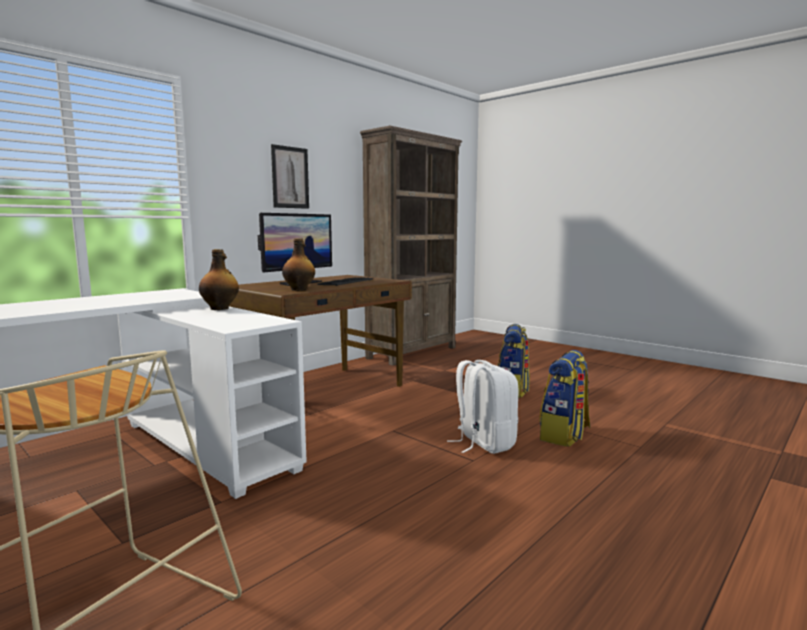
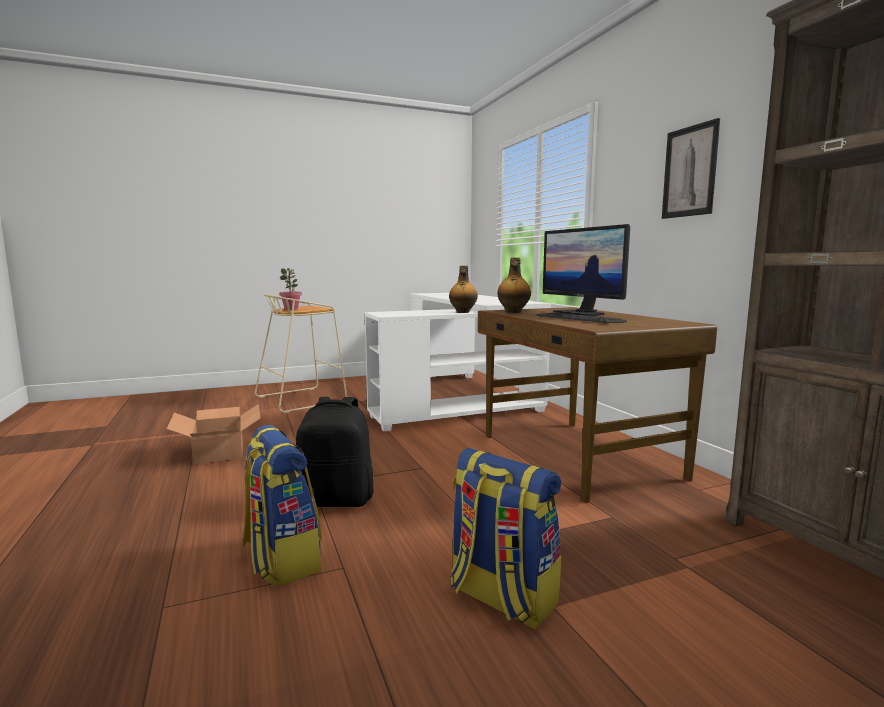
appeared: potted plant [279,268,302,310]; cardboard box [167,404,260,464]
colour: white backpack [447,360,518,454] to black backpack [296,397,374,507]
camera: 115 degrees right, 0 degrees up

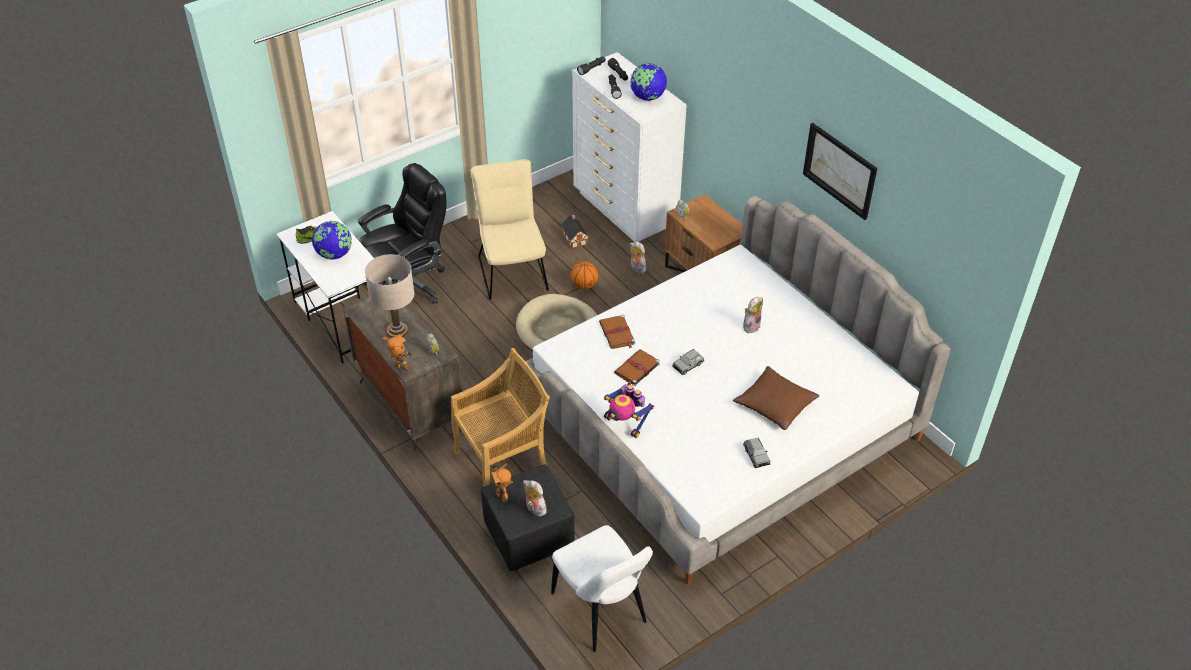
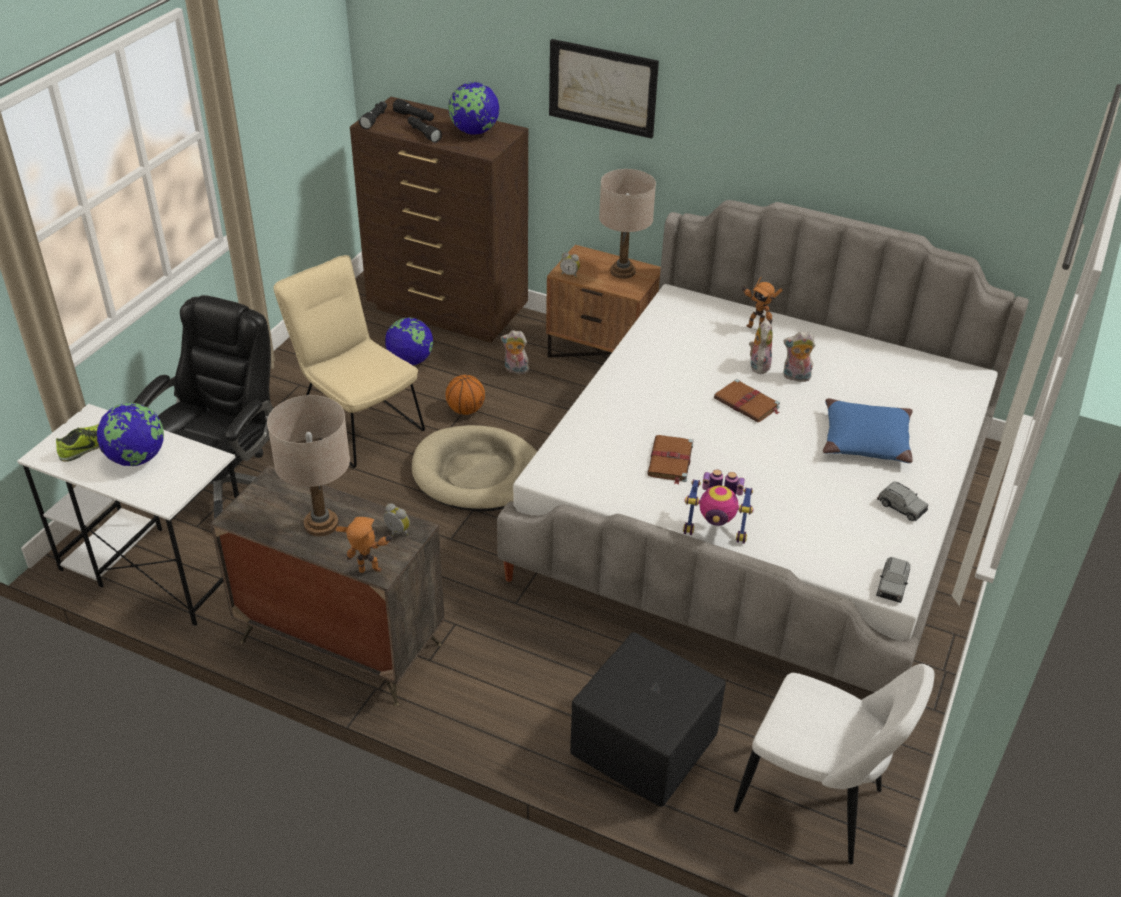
missing: beige chair [451,348,550,487]
appeared: beige table lamp [599,169,656,279]
relocated: picture [803,123,877,220] to [549,39,659,139]; brown book [599,315,635,349] to [714,379,780,422]; grey toy car [672,349,704,375] to [876,557,911,603]; toy robot [491,464,513,502] to [741,276,783,328]; plush toy [523,480,547,517] to [783,332,815,382]
exchanged: toy house [561,215,589,249] to globe [385,317,433,365]
colour: white dresser [572,52,687,242] to brown dresser [350,97,528,343]; brown pillow [733,366,820,430] to blue pillow [823,398,913,463]
camera: 30 degrees left, 5 degrees down

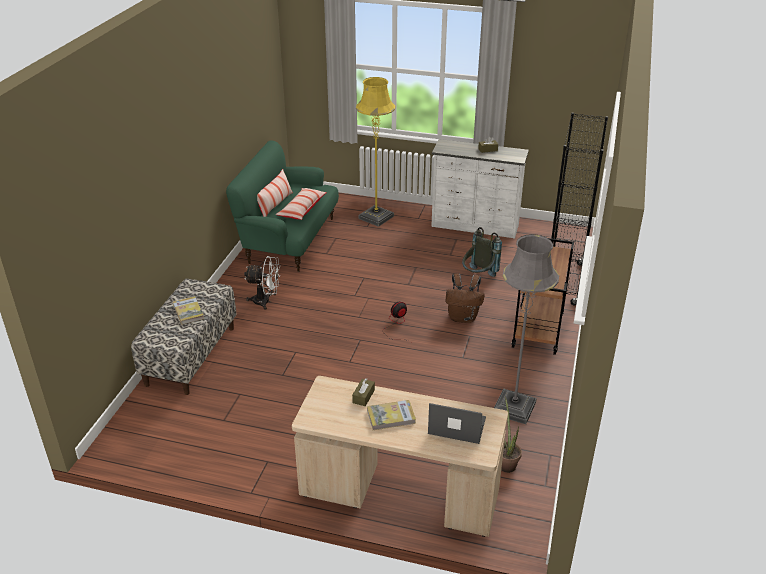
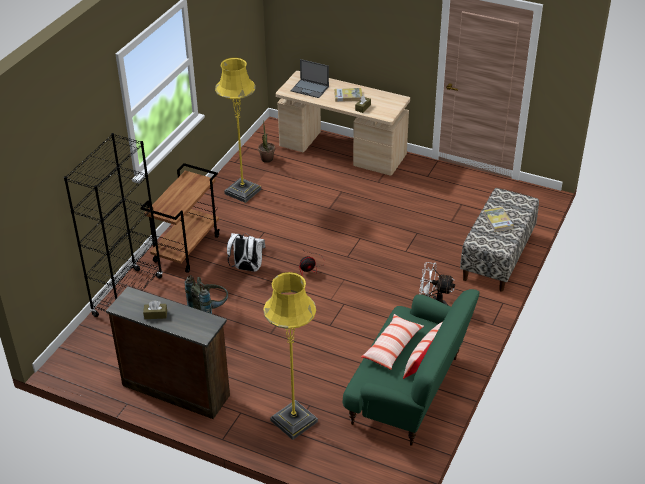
colour: white dresser [431,139,529,239] to brown dresser [106,287,230,419]; grey floor lamp [494,234,559,424] to yellow floor lamp [215,58,262,203]; brown backpack [446,273,485,323] to white backpack [227,233,265,272]
camera: 170 degrees left, 5 degrees up

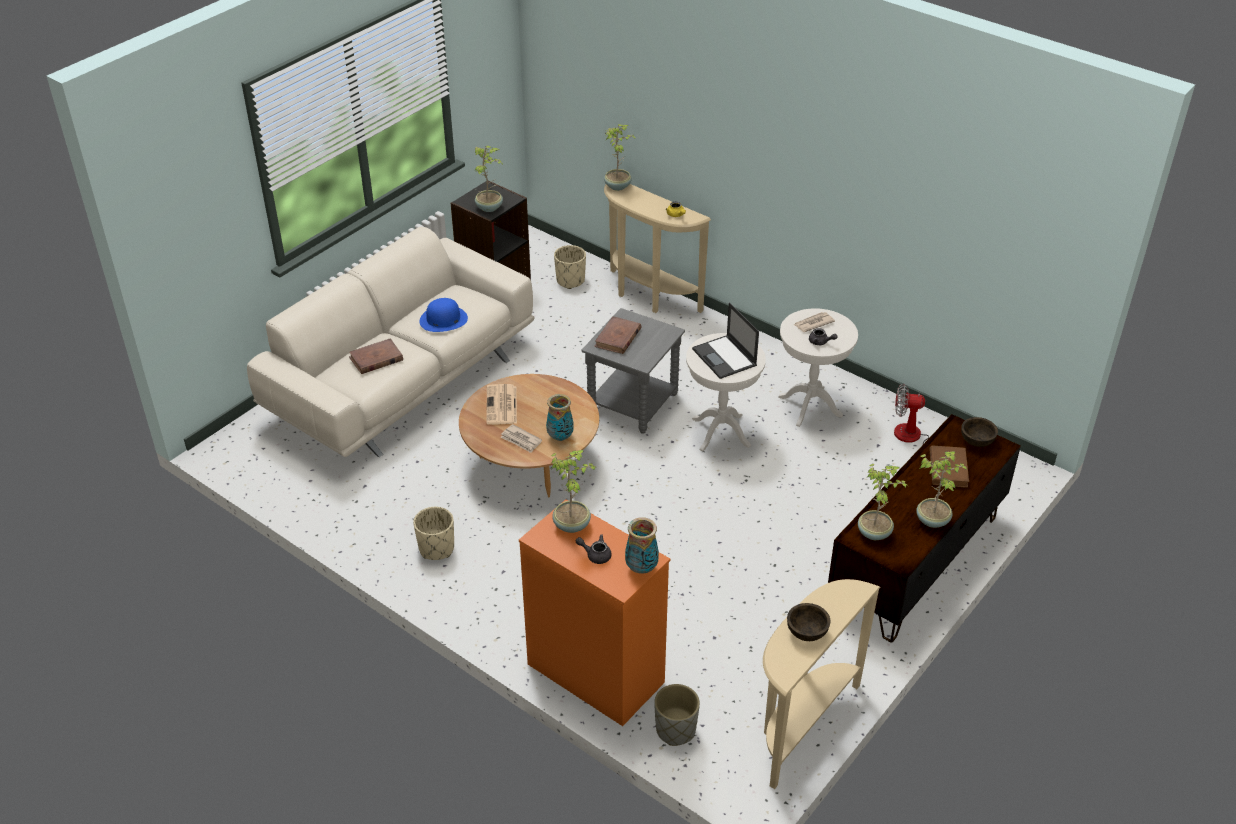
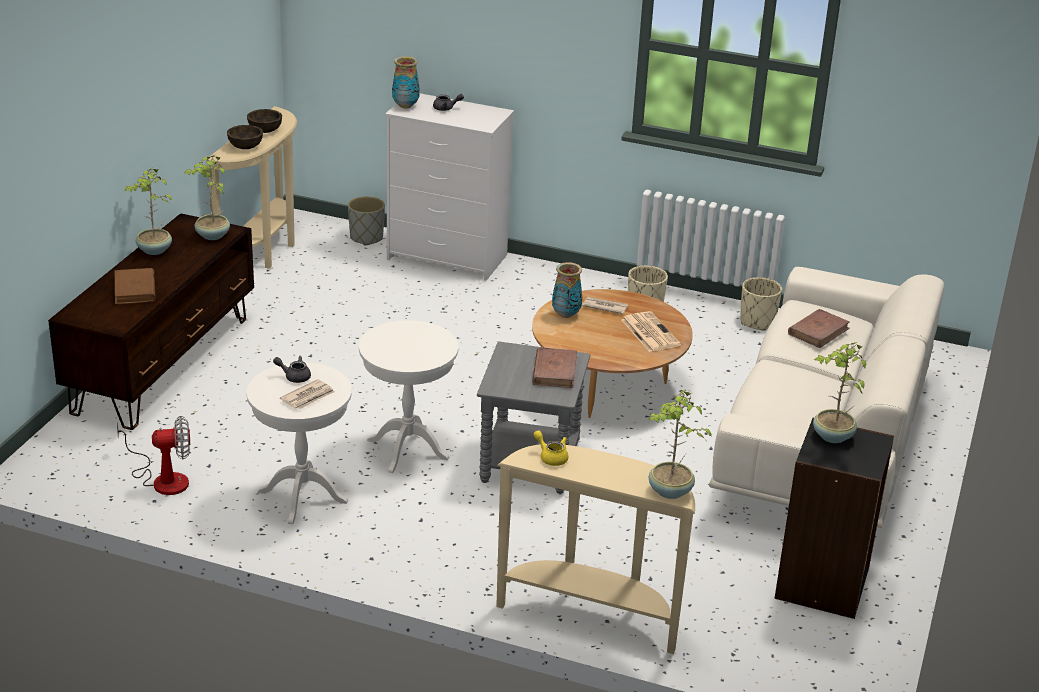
missing: blue hat [419,298,468,332]; laptop [692,302,759,379]; potted plant [551,450,597,533]
relocated: beige planter [554,245,586,289] to [740,277,782,331]; brown bowl [961,417,998,447] to [227,125,263,149]
colour: orange dresser [519,499,670,726] to white dresser [385,93,514,281]
camera: 160 degrees right, 10 degrees down

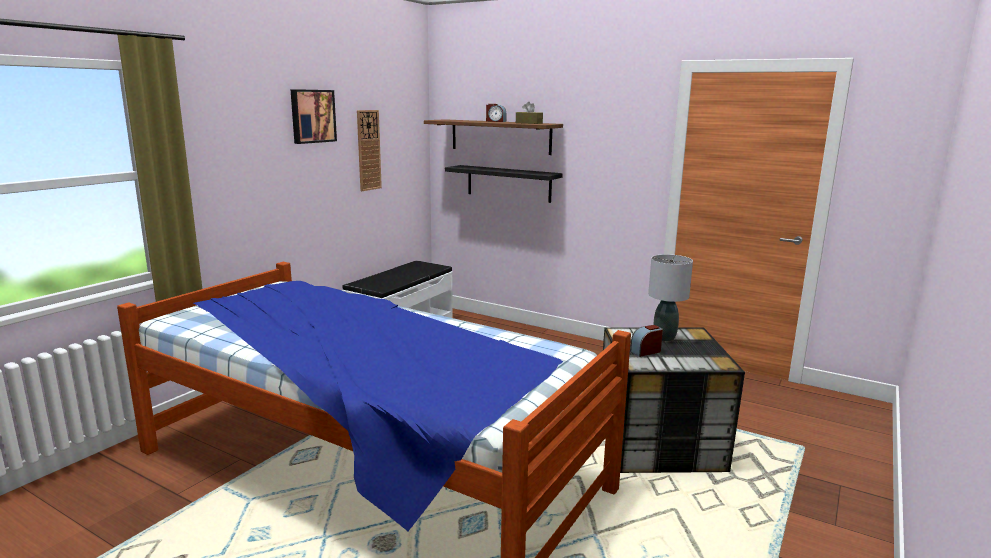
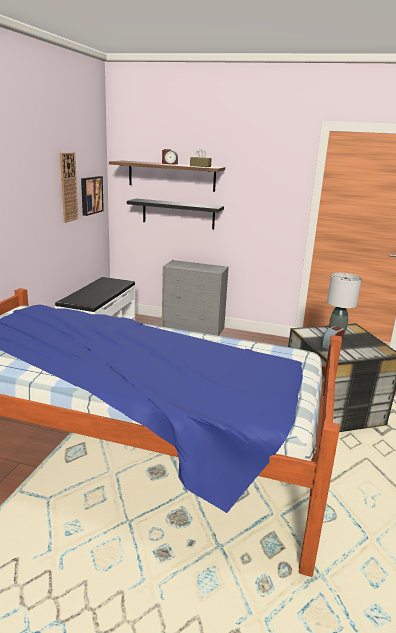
appeared: grey dresser [162,260,229,336]
relocated: picture [290,89,337,144] to [81,176,104,216]
camera: 15 degrees left, 5 degrees up

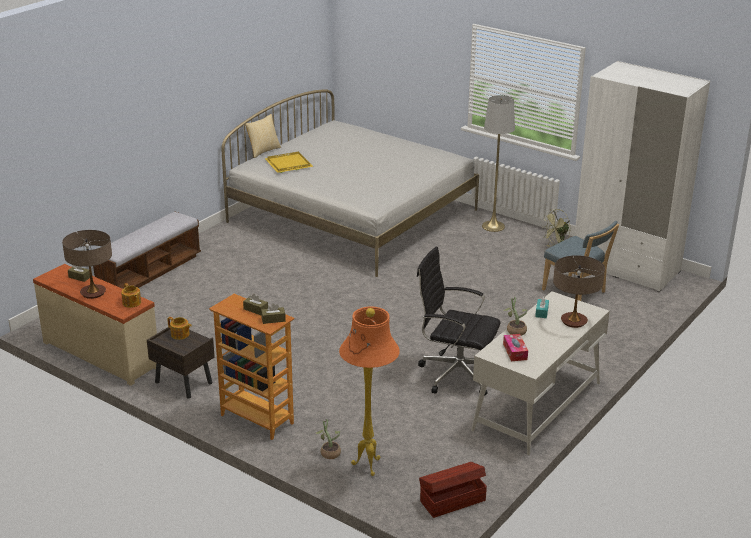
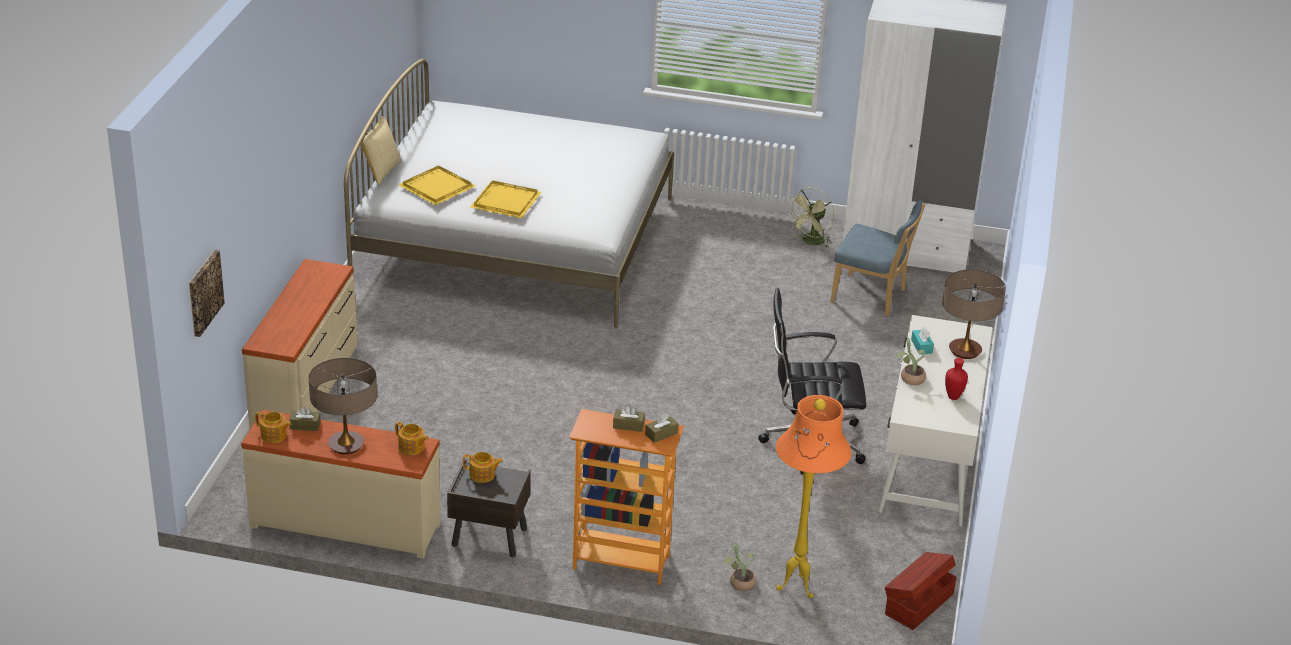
missing: grey floor lamp [482,95,515,232]; tissue box [503,334,528,361]
appeared: yellow tray [470,181,542,218]; picture [189,250,225,337]; red vase [945,358,968,400]; teapot [255,411,292,443]
exchanged: bench [93,212,201,289] to beige dresser [242,259,358,429]
camera: 25 degrees left, 5 degrees up

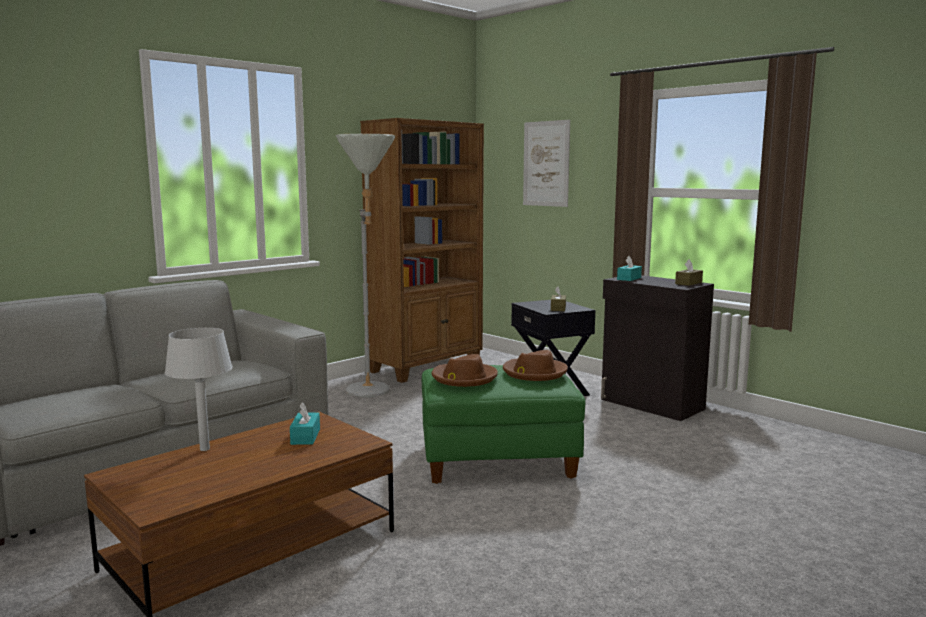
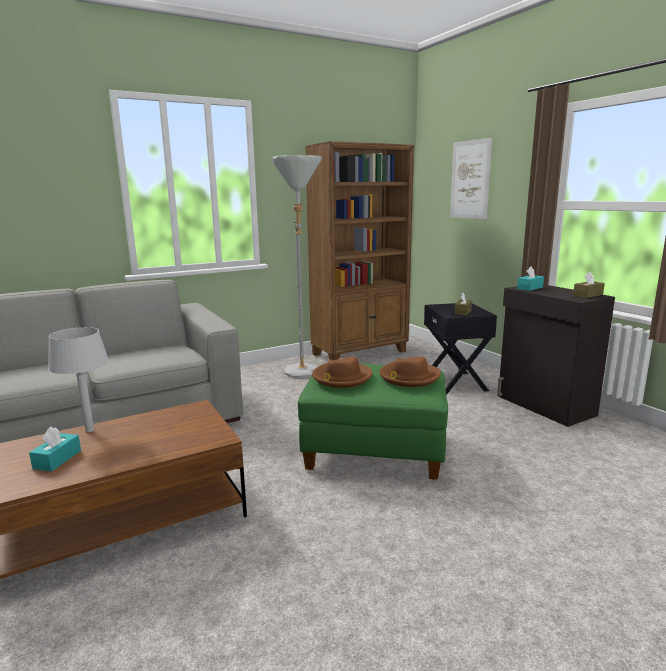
relocated: turquoise tissue box [290,402,320,445] to [29,427,81,472]
camera: 15 degrees right, 5 degrees up

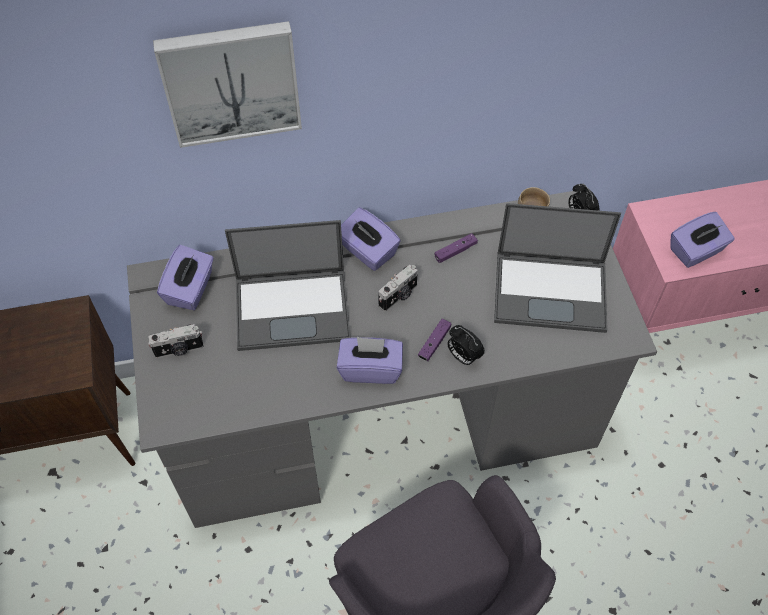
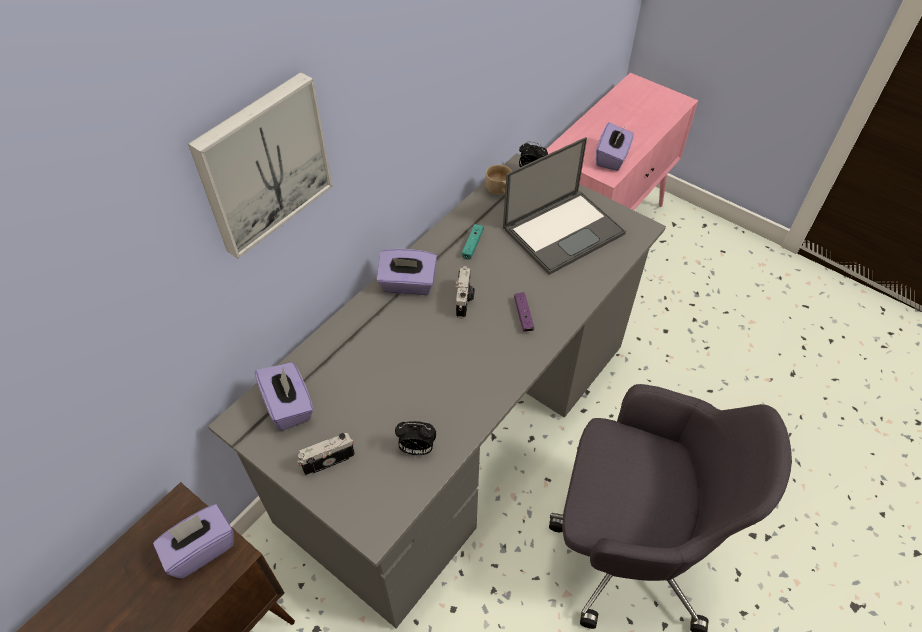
missing: laptop [225,220,351,351]
relocated: alarm clock [447,325,485,365] to [395,421,436,455]; purple tissue box [337,337,403,384] to [153,504,234,579]
colour: purple game controller [435,233,478,263] to turquoise game controller [462,224,484,260]
spun: photo camera [148,324,204,358] = [297,433,355,476] 150 degrees counterclockwise
camera: 40 degrees left, 5 degrees down

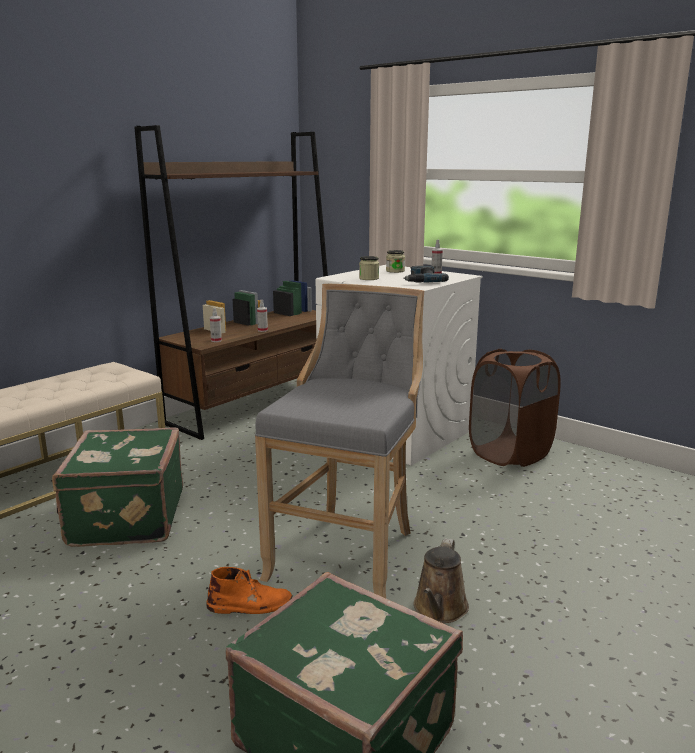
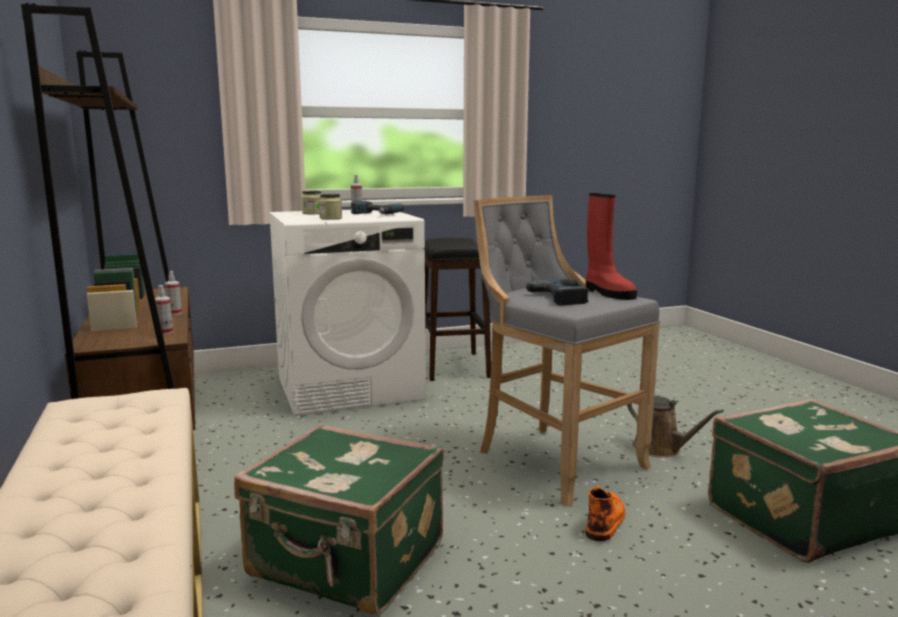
appeared: red boot [586,193,637,300]; power drill [526,279,589,305]
exchanged: brown laundry basket [469,349,561,467] to black stool [423,238,491,381]
camera: 60 degrees left, 5 degrees down

